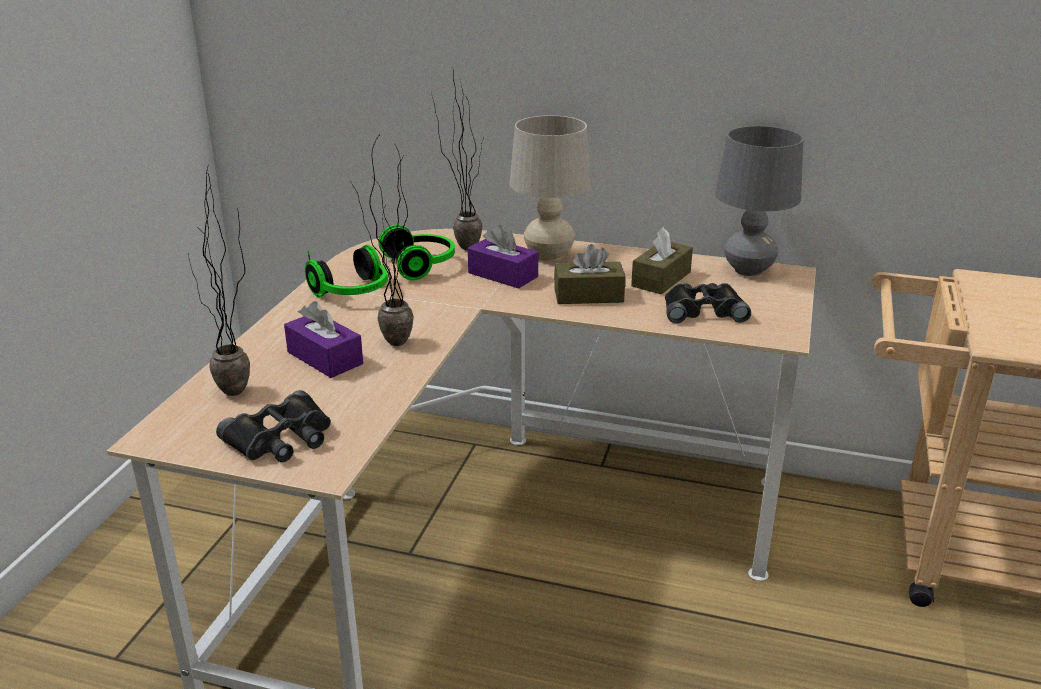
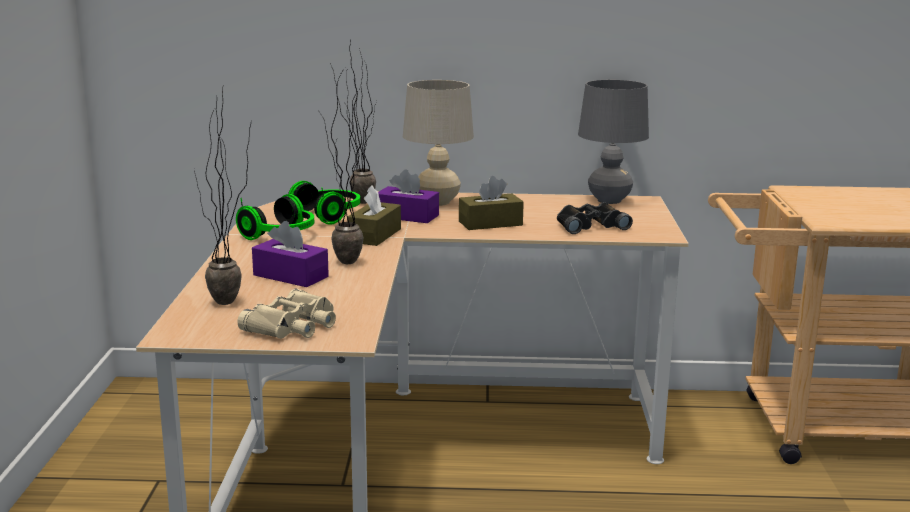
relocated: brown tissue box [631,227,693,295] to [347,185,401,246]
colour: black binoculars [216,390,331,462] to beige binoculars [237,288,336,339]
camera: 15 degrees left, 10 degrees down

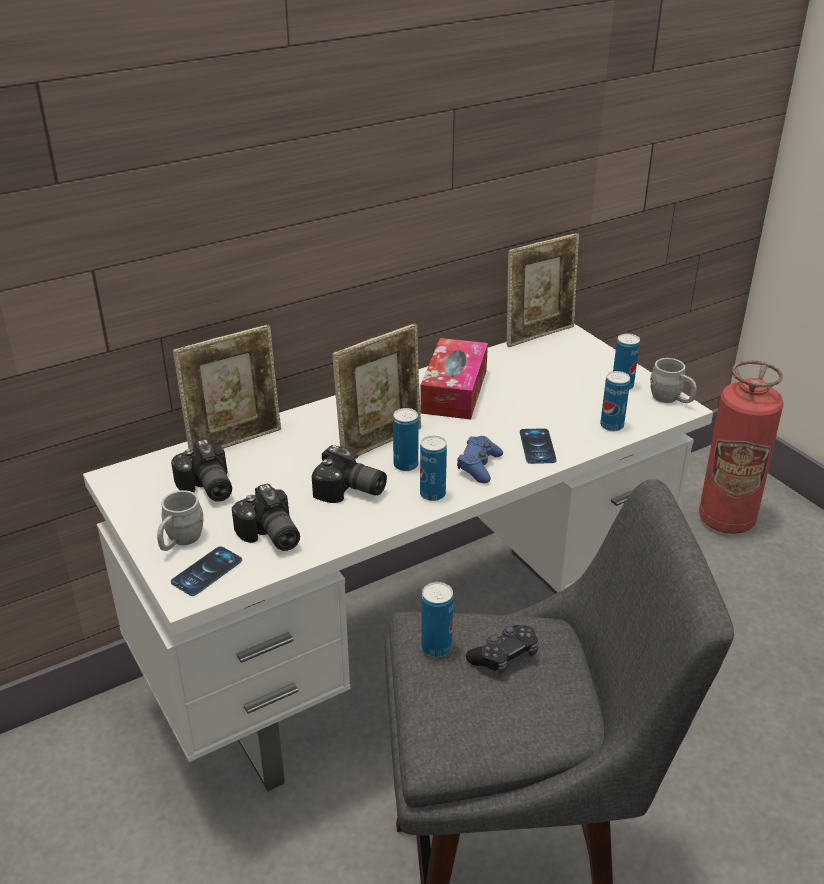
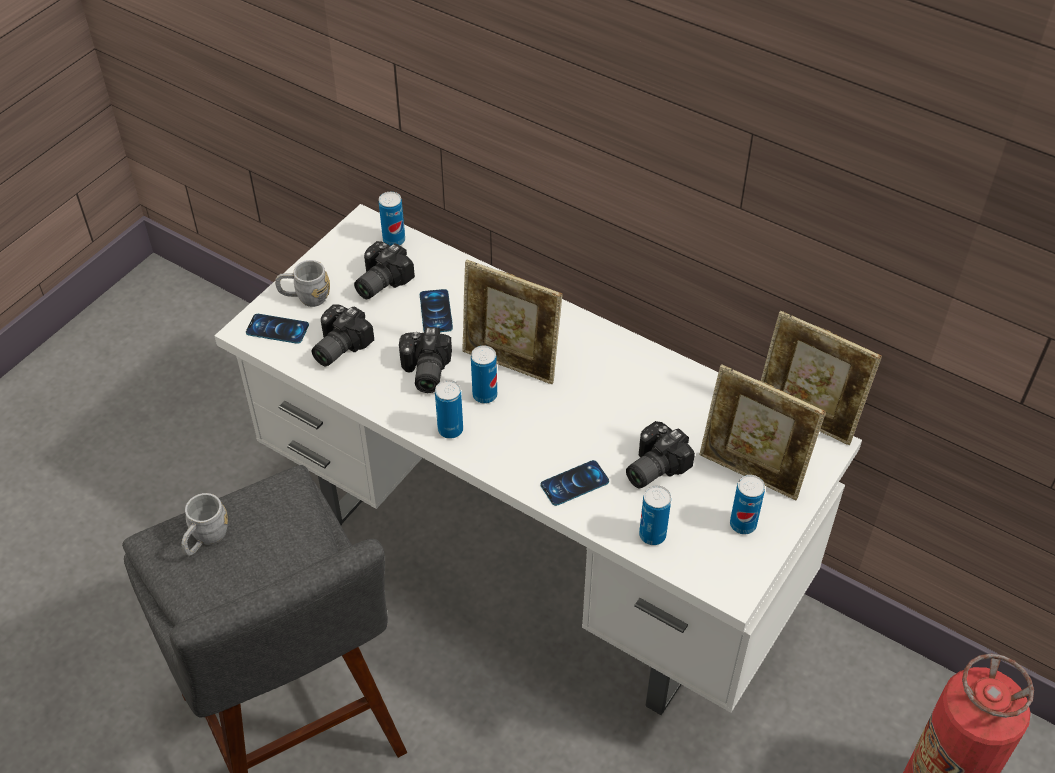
missing: tissue box [420,338,488,420]; blue game controller [457,436,503,483]; black game controller [466,625,538,675]
appeared: phone [420,289,453,332]; photo camera [626,421,695,488]
relocated: picture frame [173,325,281,449] to [700,365,826,501]; grey mug [650,358,697,403] to [181,493,228,556]; can [421,582,453,657] to [379,192,405,246]
camera: 65 degrees right, 15 degrees up

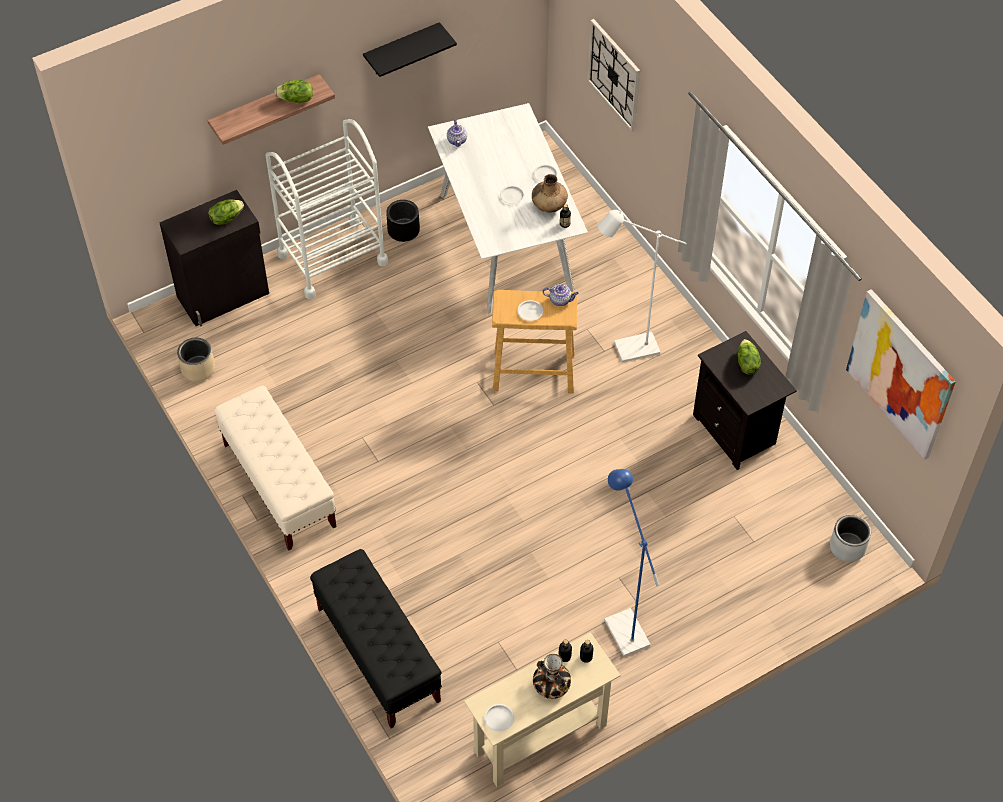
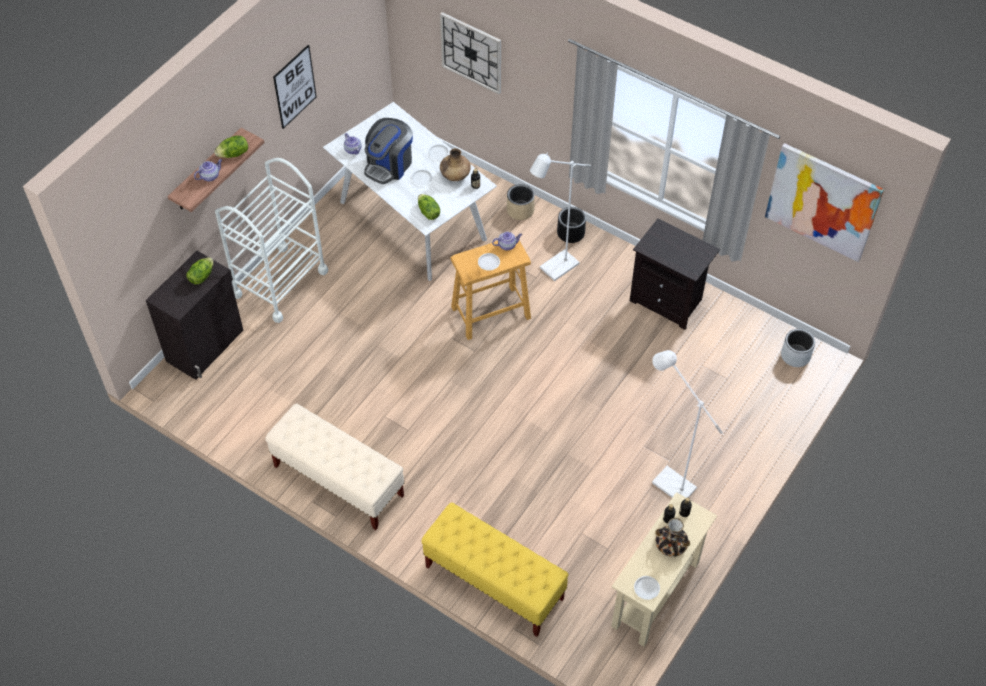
appeared: coffee machine [364,118,413,184]; teapot [194,159,222,181]
relocated: black planter [386,200,420,242] to [557,207,586,243]; beige planter [177,338,215,382] to [507,184,535,220]; lettuce [738,339,761,374] to [418,194,440,220]
exchanged: black shelf [363,22,457,77] to picture [273,45,317,129]
colour: blue floor lamp [604,469,659,656] to white floor lamp [652,350,723,498]; black bench [310,549,442,728] to yellow bench [421,502,569,637]
camera: 25 degrees left, 0 degrees up

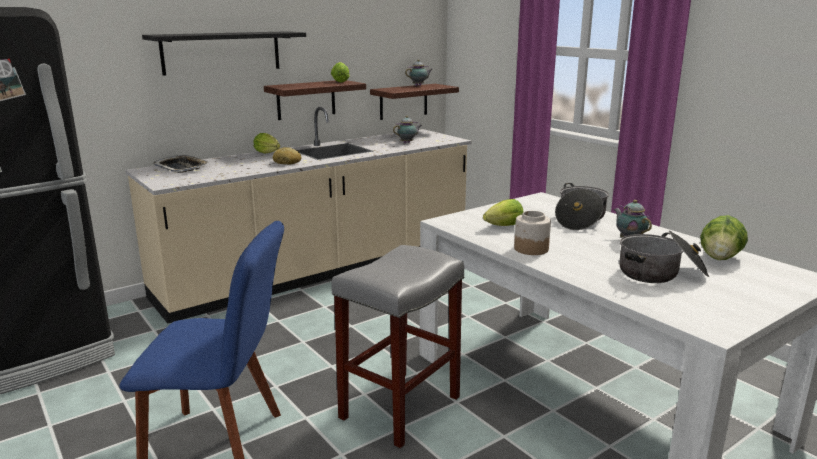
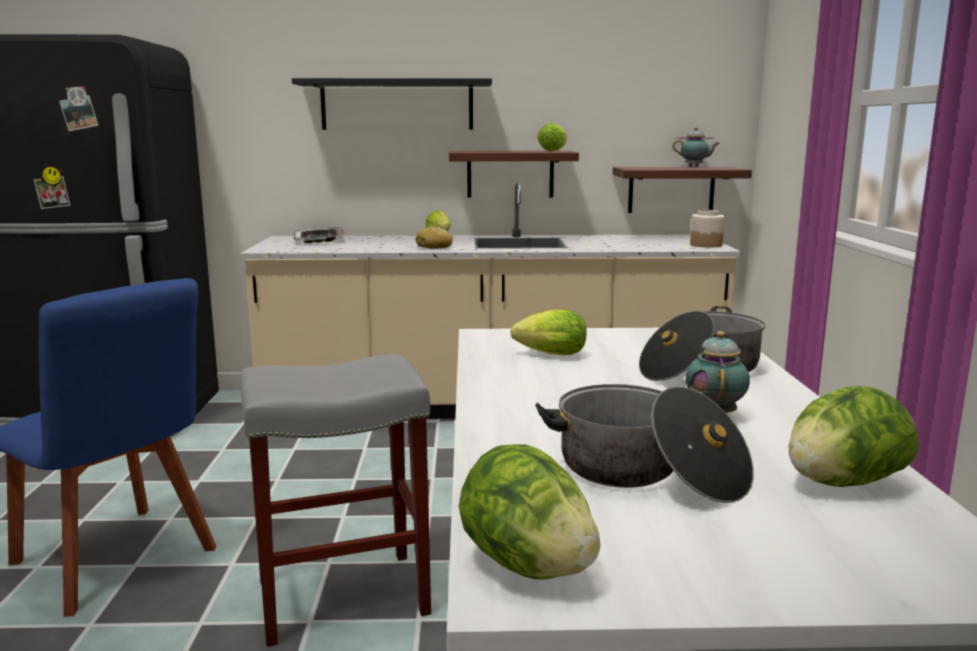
missing: teapot [393,116,422,143]
appeared: lettuce [459,445,601,580]
relocated: jar [514,211,551,255] to [690,210,725,247]
camera: 35 degrees right, 5 degrees down

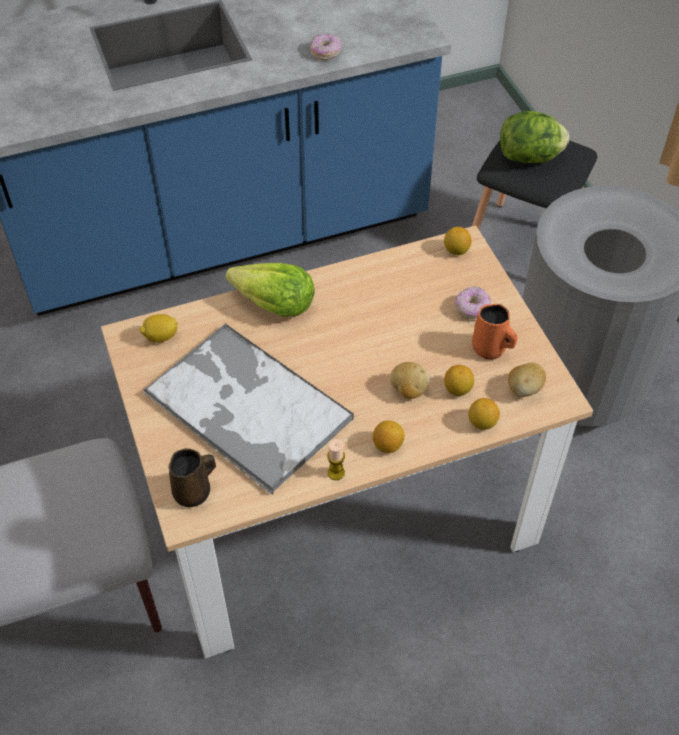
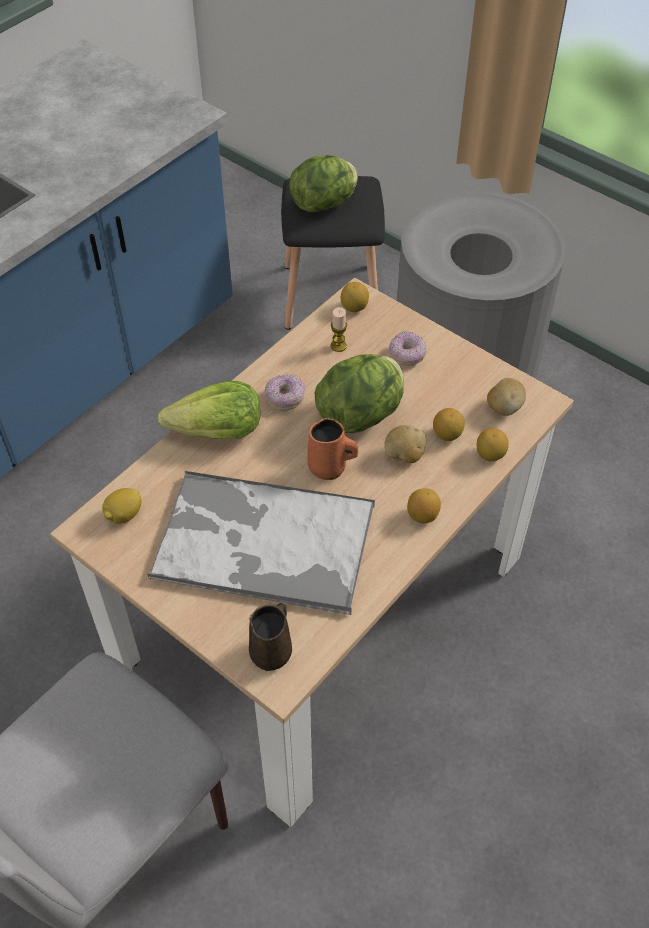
appeared: lettuce [315,354,404,433]
relocated: donut [310,34,342,60] to [265,374,305,411]; orange mug [472,304,517,360] to [307,418,358,480]; candle [327,439,345,480] to [331,307,347,352]
camera: 30 degrees left, 0 degrees up

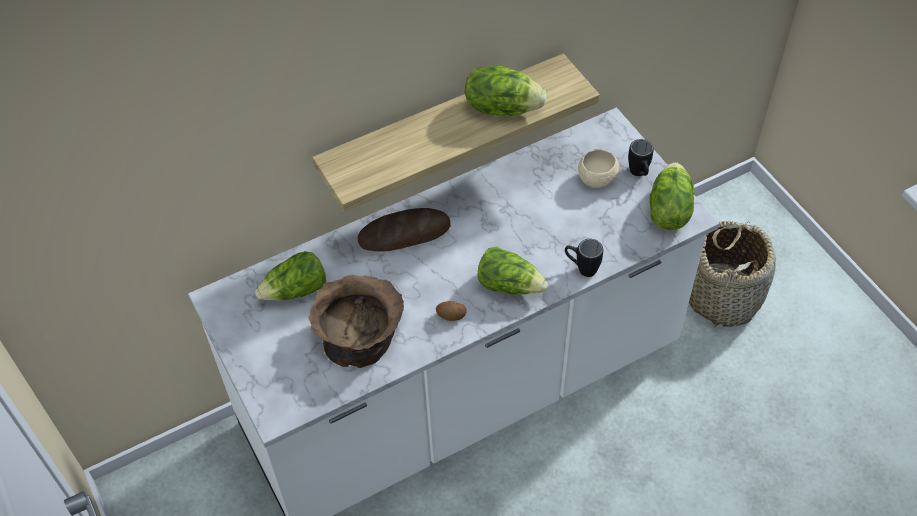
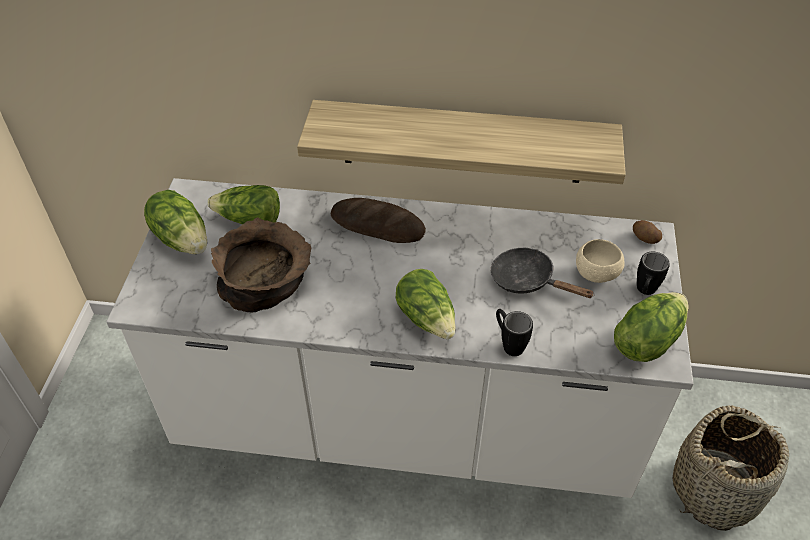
appeared: black frying pan [491,248,595,298]
relocated: lettuce [465,66,547,116] to [144,190,207,254]; potato [436,301,467,321] to [633,220,662,244]
camera: 35 degrees right, 5 degrees down

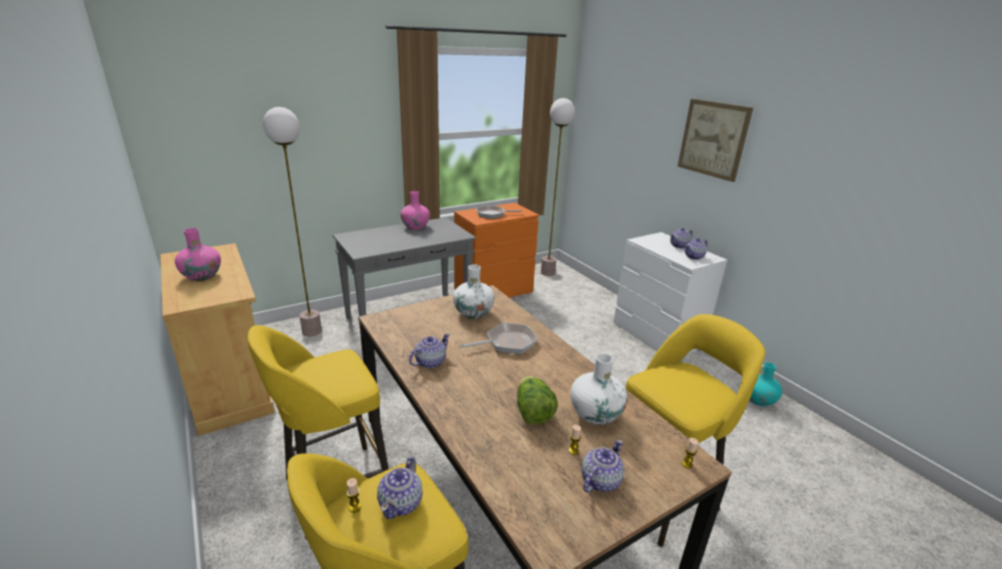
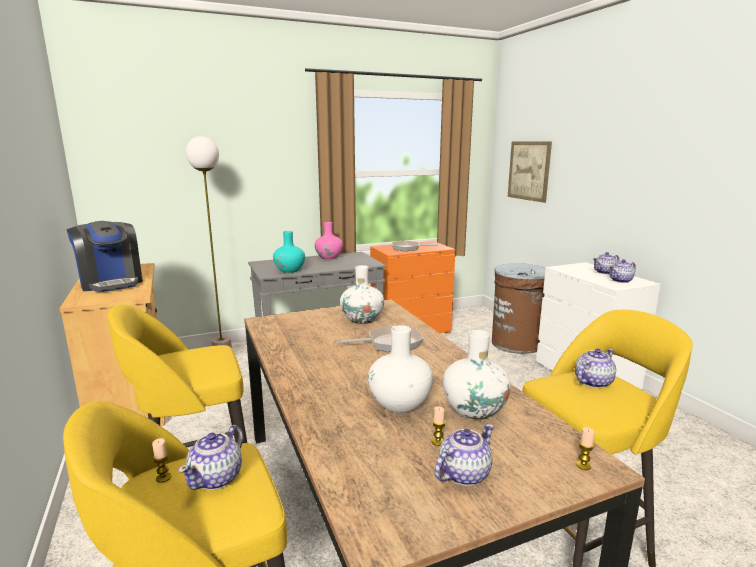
missing: floor lamp [541,98,575,276]
appeared: brown trash can [492,263,546,354]
relocated: picture [678,99,753,182] to [508,141,552,203]; teapot [409,333,450,368] to [575,348,616,388]; turquoise vase [750,362,782,406] to [273,231,305,273]
exchanged: pink vase [175,228,221,281] to coffee machine [67,221,143,292]; lettuce [517,376,558,424] to white vase [368,325,433,413]
camera: 10 degrees right, 10 degrees down

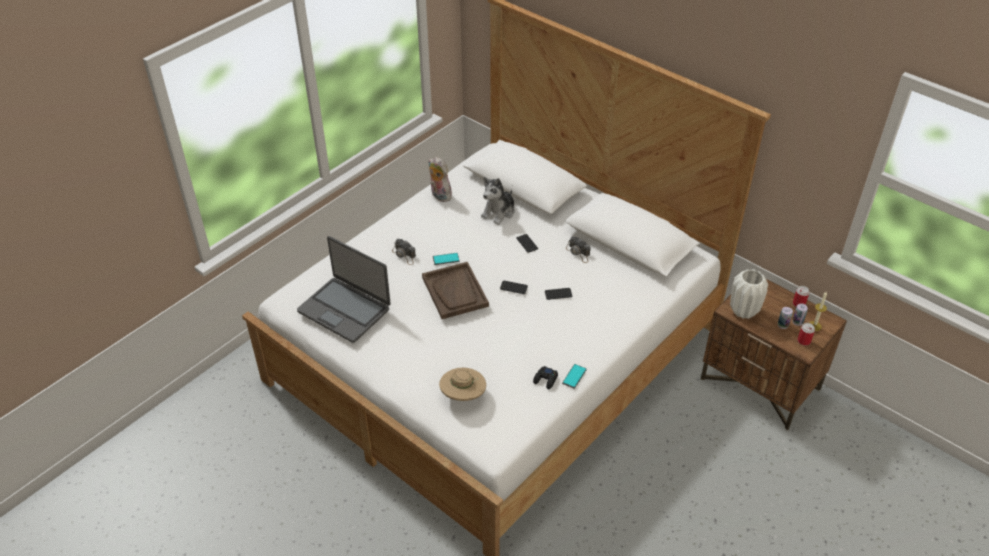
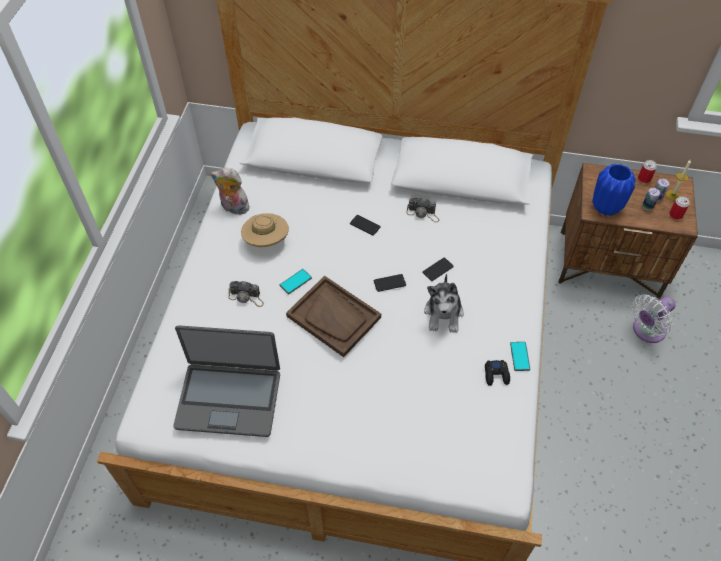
appeared: white fan [631,294,676,343]
relocated: plush toy [481,177,515,225] to [424,273,464,333]; beige hat [439,368,486,401] to [241,213,289,247]
colour: white vase [730,269,768,319] to blue vase [592,164,636,216]
camera: 30 degrees left, 10 degrees up

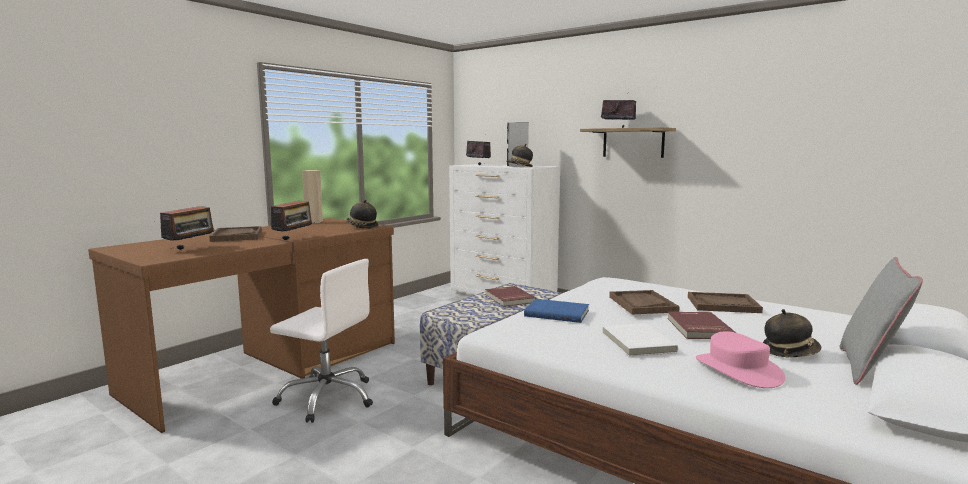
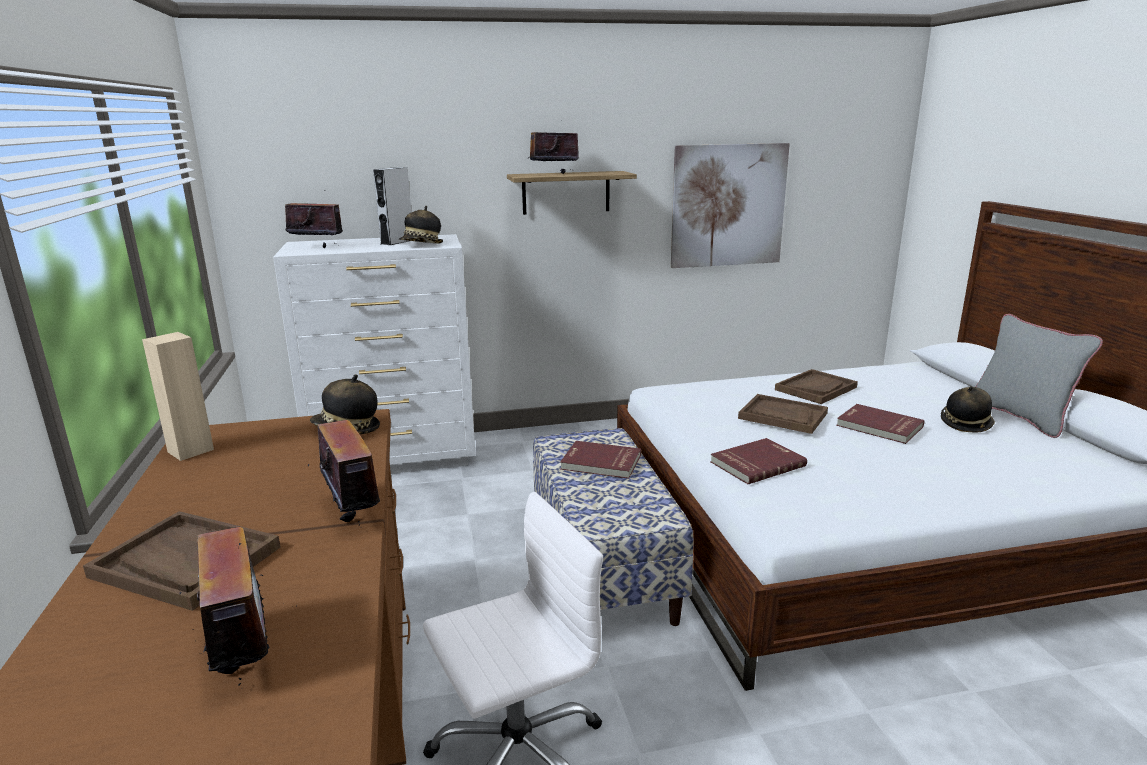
missing: white book [602,323,678,356]; pink hat [696,331,785,388]
appeared: picture [671,143,790,268]
colour: blue book [524,299,589,323] to red book [710,438,807,484]
camera: 50 degrees left, 10 degrees up

